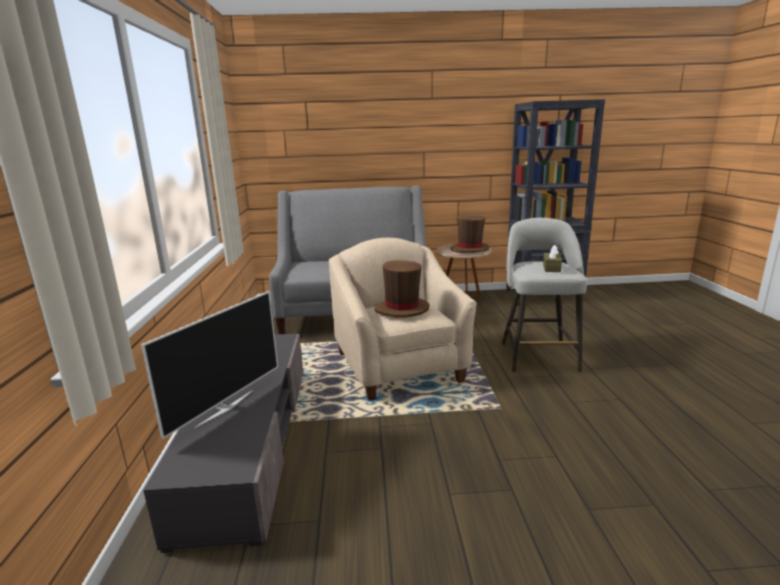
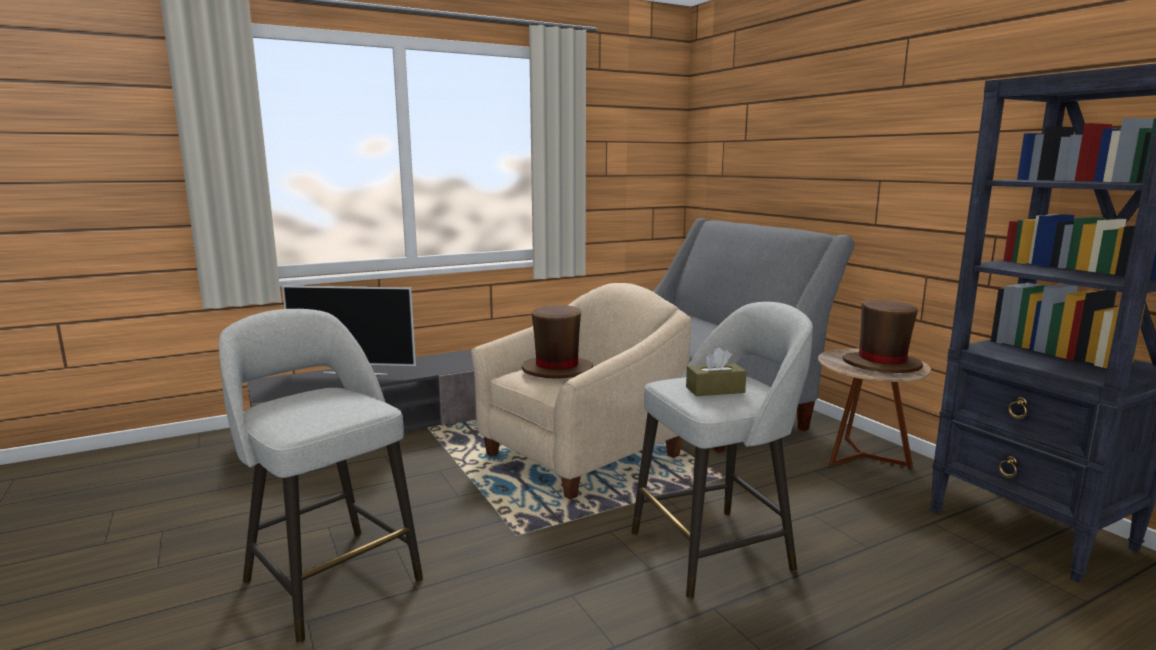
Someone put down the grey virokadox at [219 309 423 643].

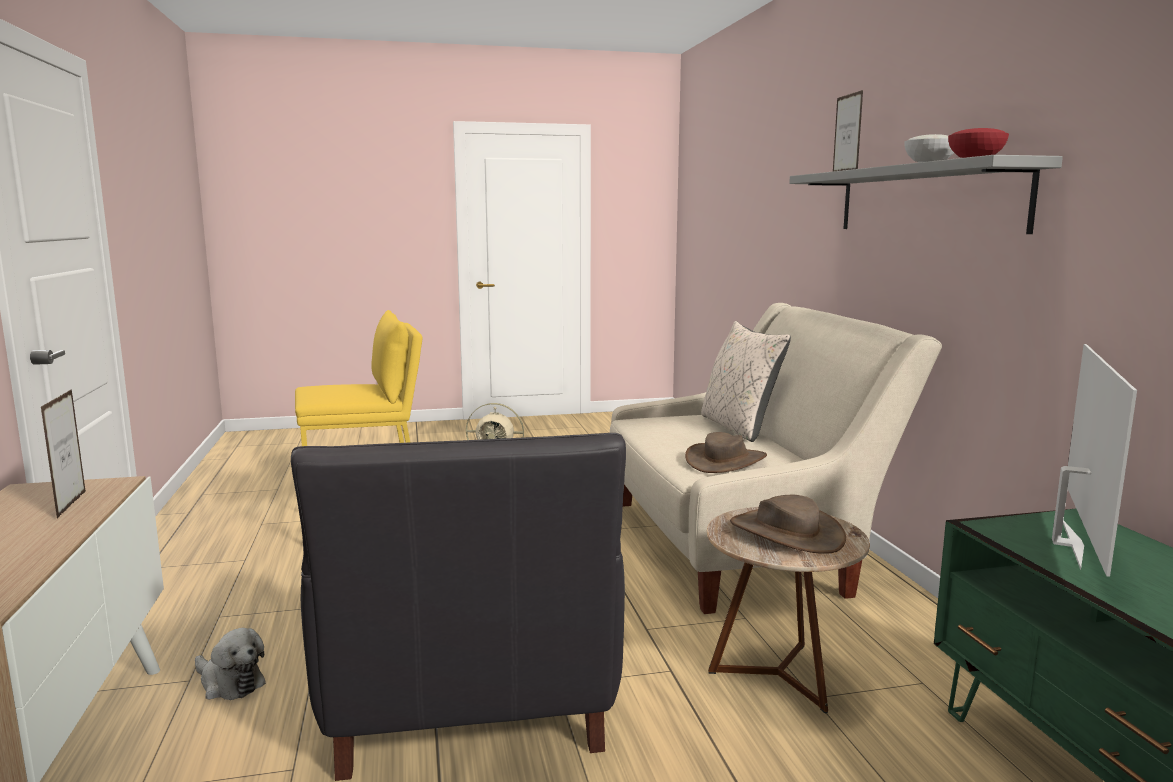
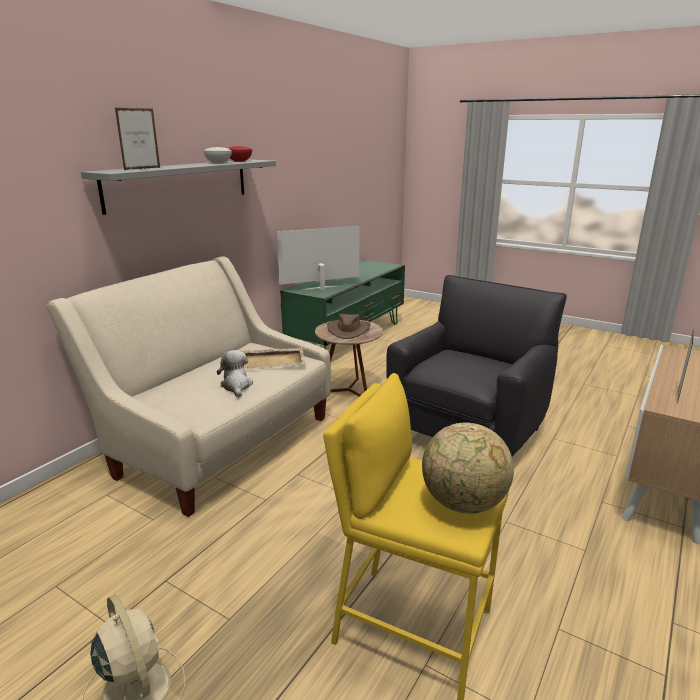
Someone took away the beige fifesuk at [701 321 791 442]. Someone swapped the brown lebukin at [685 432 767 473] for the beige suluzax at [243 348 305 370]. Someone carried the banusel from [195 628 266 700] to [217 350 253 397]. Someone put down the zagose at [422 422 514 514].

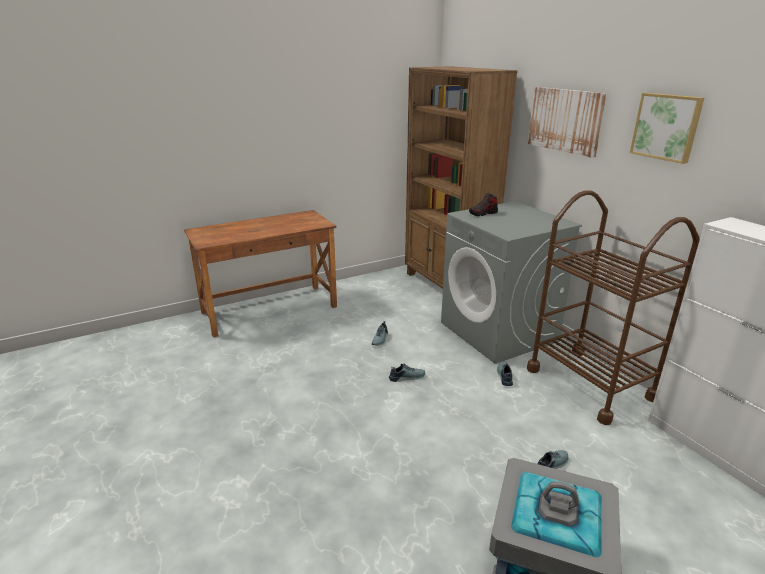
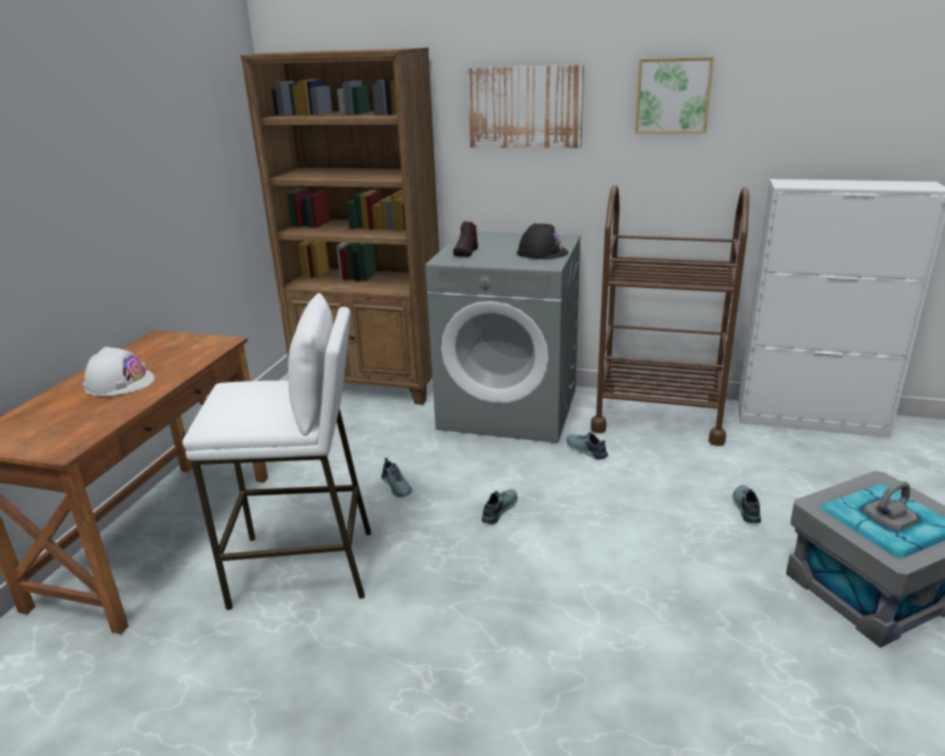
Someone put down the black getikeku at [517 223 569 259]. Someone put down the white virokadox at [182 293 371 610]. Someone put down the white getikeku at [83 347 155 396].

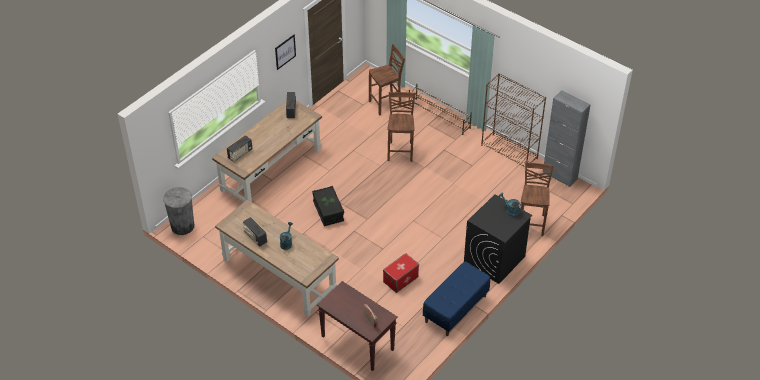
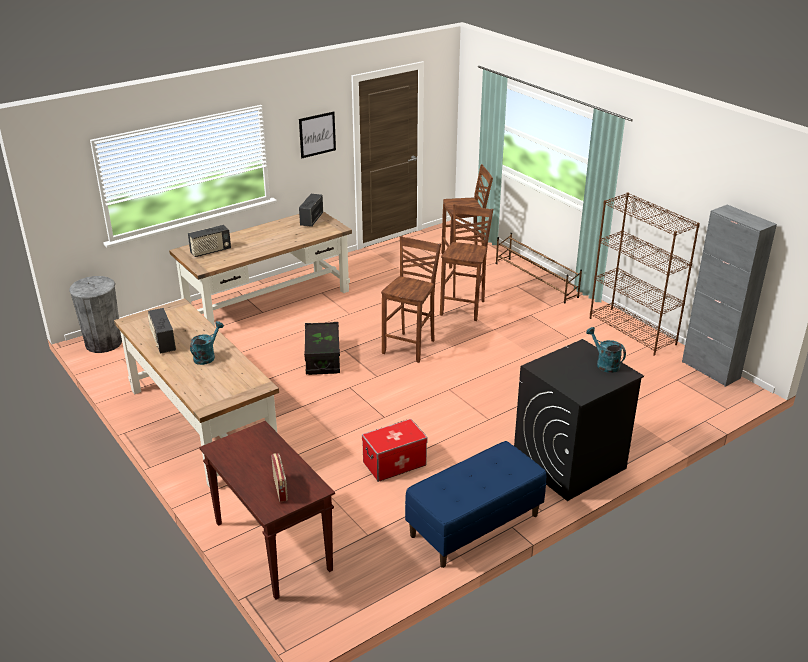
Someone carried the brown virokadox from [520 162 554 236] to [381 236 441 363].

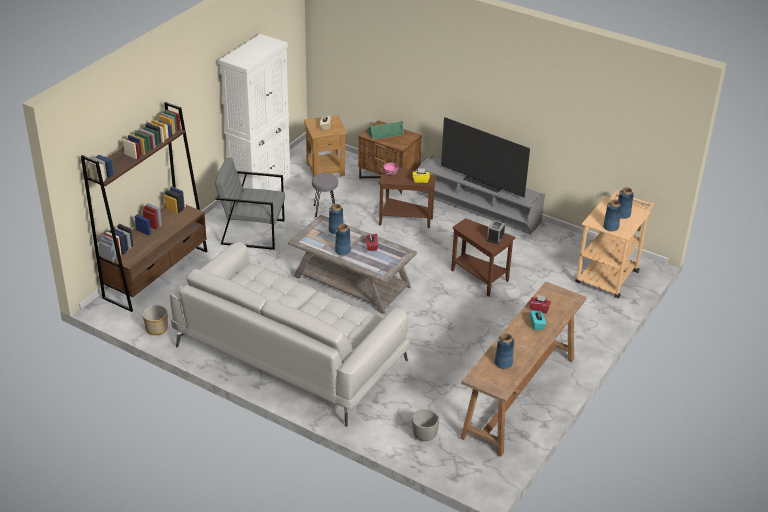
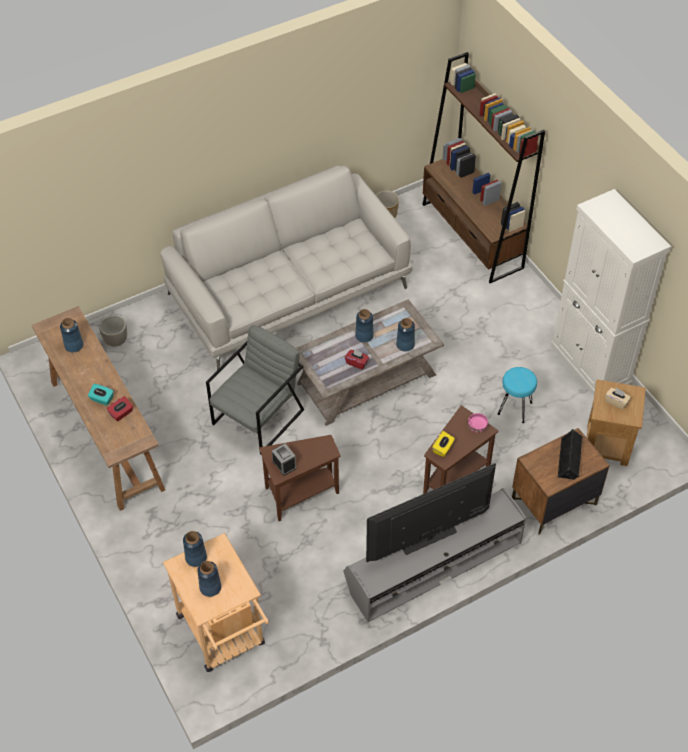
Someone repainted the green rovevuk at [368 121 404 140], which became the black rovevuk at [558 429 583 480]. Someone carried the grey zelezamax from [215 158 285 250] to [206 325 304 455]. Someone repainted the grey virokadox at [312 173 338 217], which became the turquoise virokadox at [498 367 537 423].

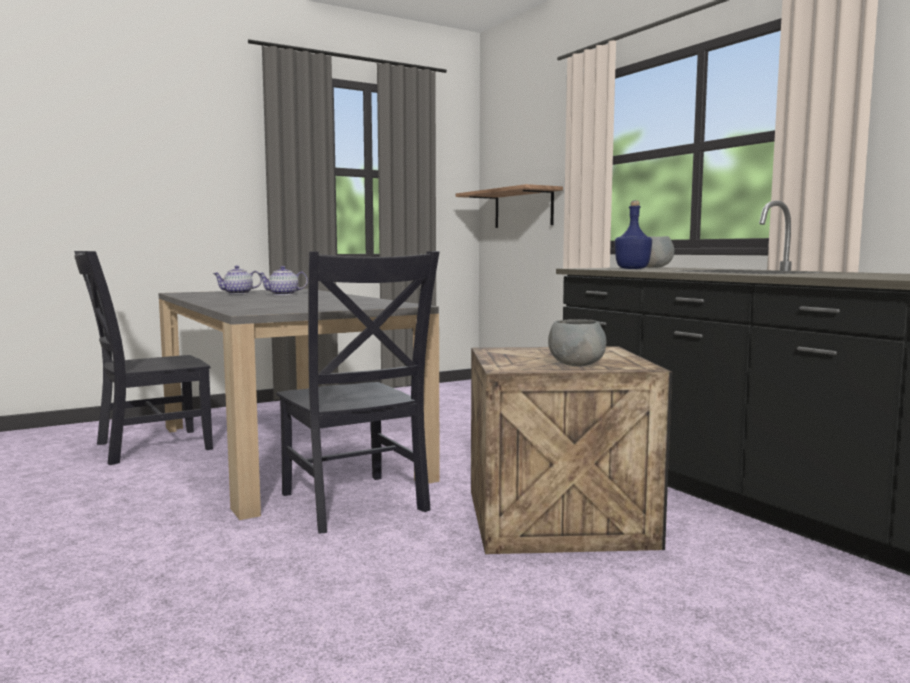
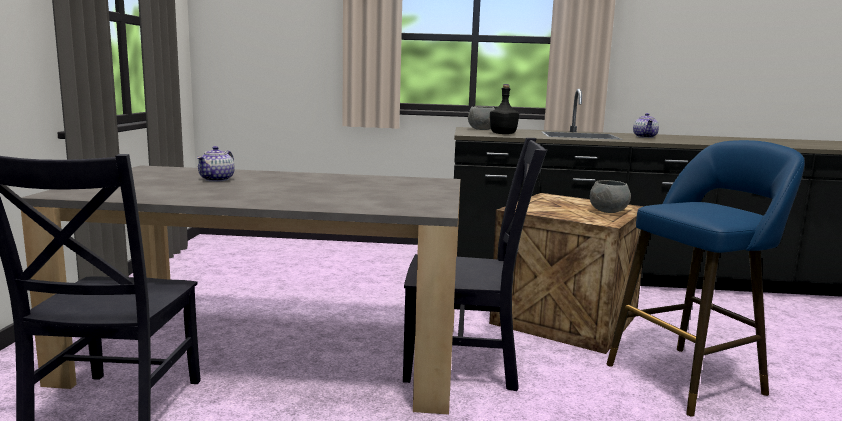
Someone took away the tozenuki at [456 184 563 228]. Someone repainted the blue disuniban at [615 201 652 269], which became the black disuniban at [490 84 519 134]. Someone carried the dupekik from [213 266 262 294] to [633 113 659 138]. Someone put down the blue virokadox at [607 140 805 417].

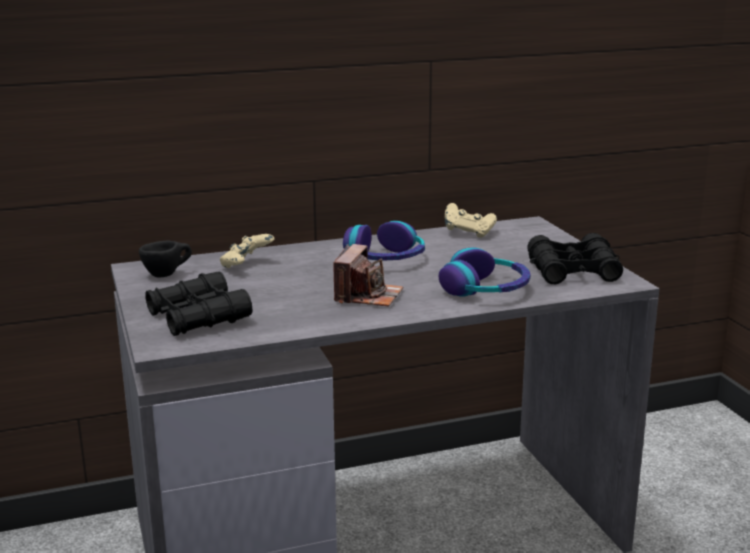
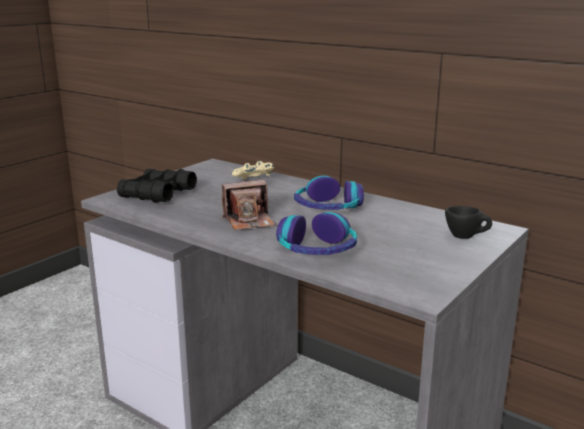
Someone took away the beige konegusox at [445 203 497 238]. Someone took away the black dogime at [527 233 623 284]. Someone carried the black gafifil from [139 240 192 278] to [445 206 492 239].

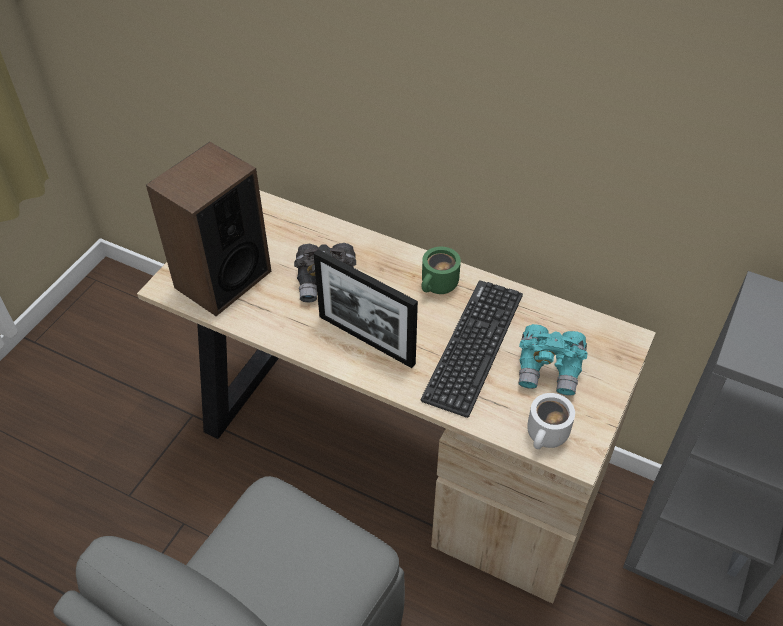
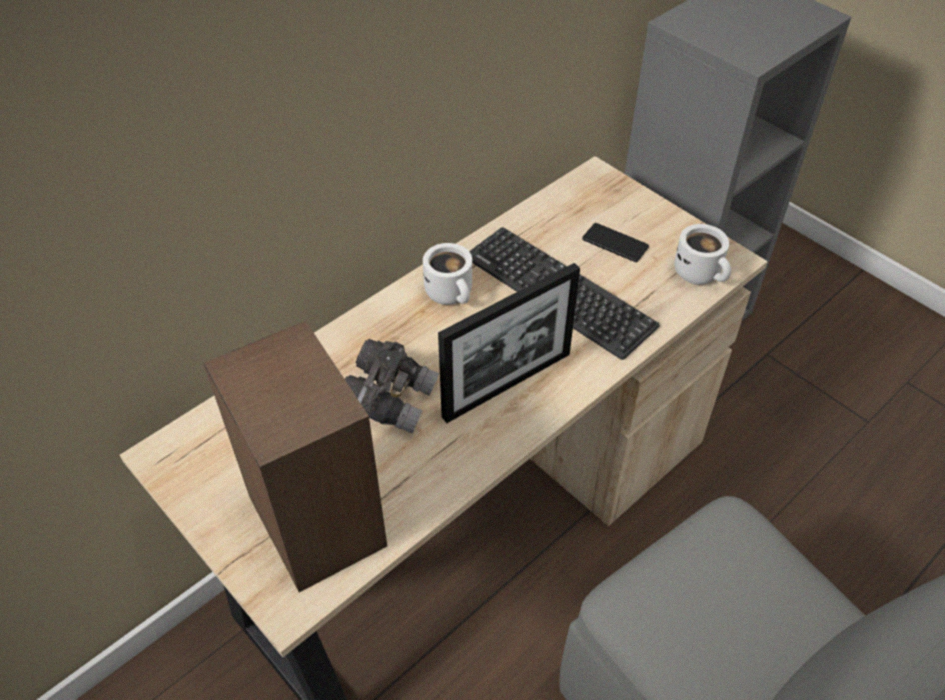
Someone repainted the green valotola at [422 247 461 294], which became the white valotola at [423 243 472 305]. Someone swapped the turquoise dogime at [519 324 588 395] for the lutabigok at [582 223 649 262].

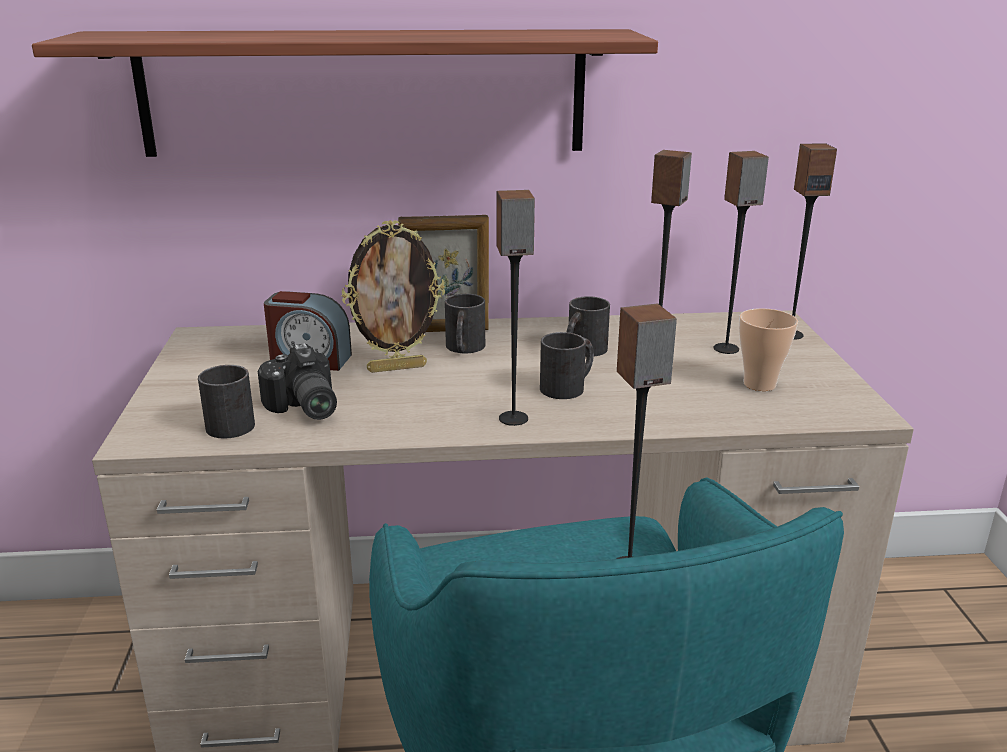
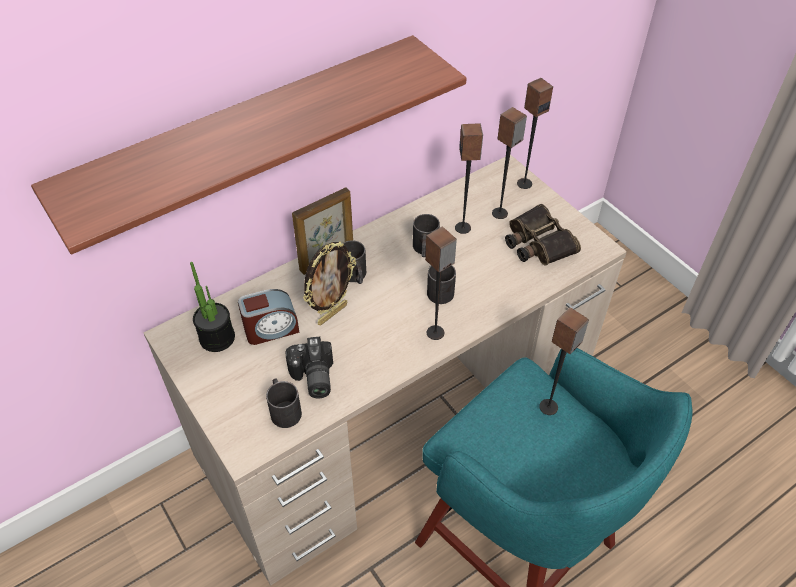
Someone swapped the gafifil at [739 308 798 391] for the dogime at [505 204 581 265]. Someone rotated the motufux at [258 343 337 420] by 45 degrees clockwise. Someone put down the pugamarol at [190 262 235 352].

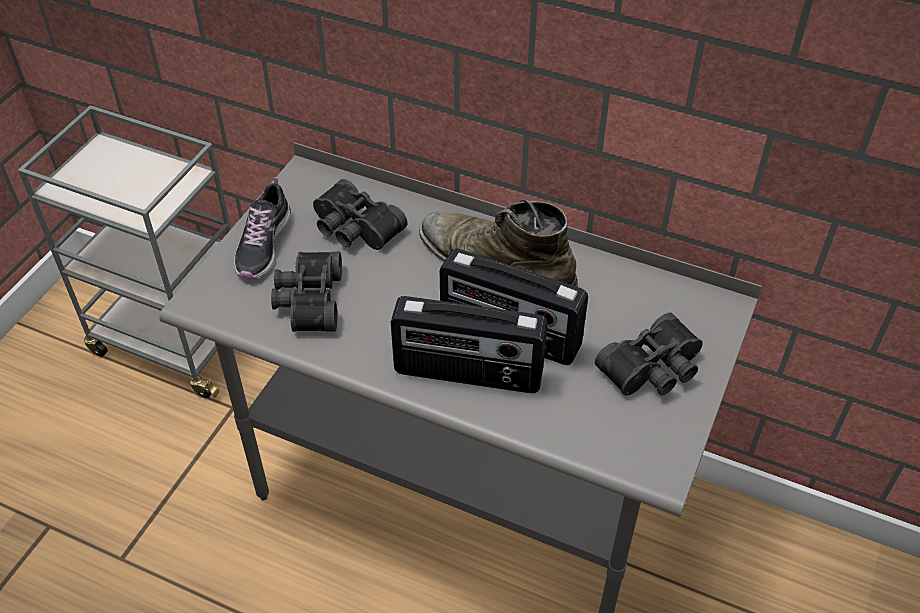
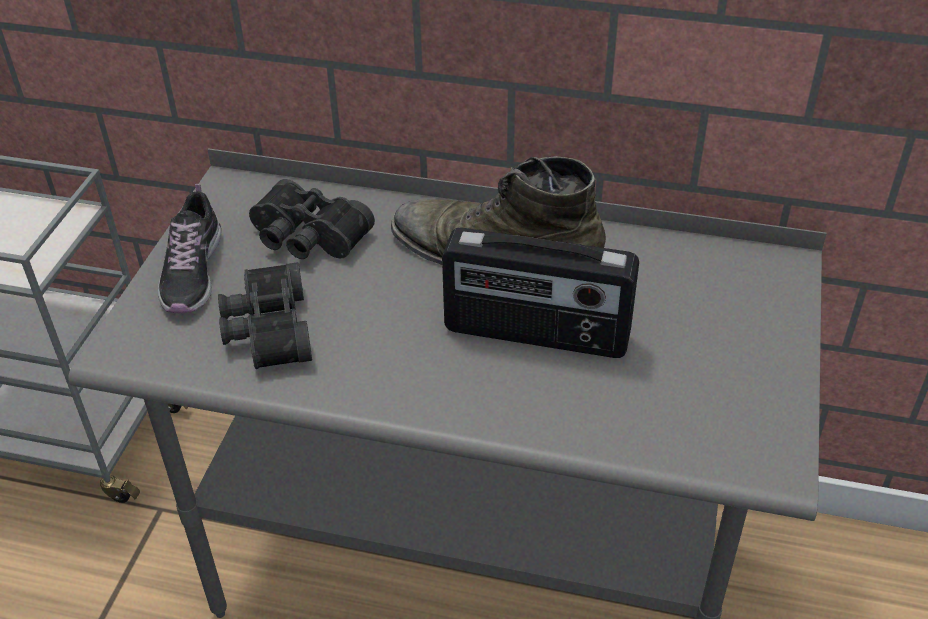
Someone took away the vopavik at [391 296 548 393]. Someone took away the black dogime at [595 313 703 396].

